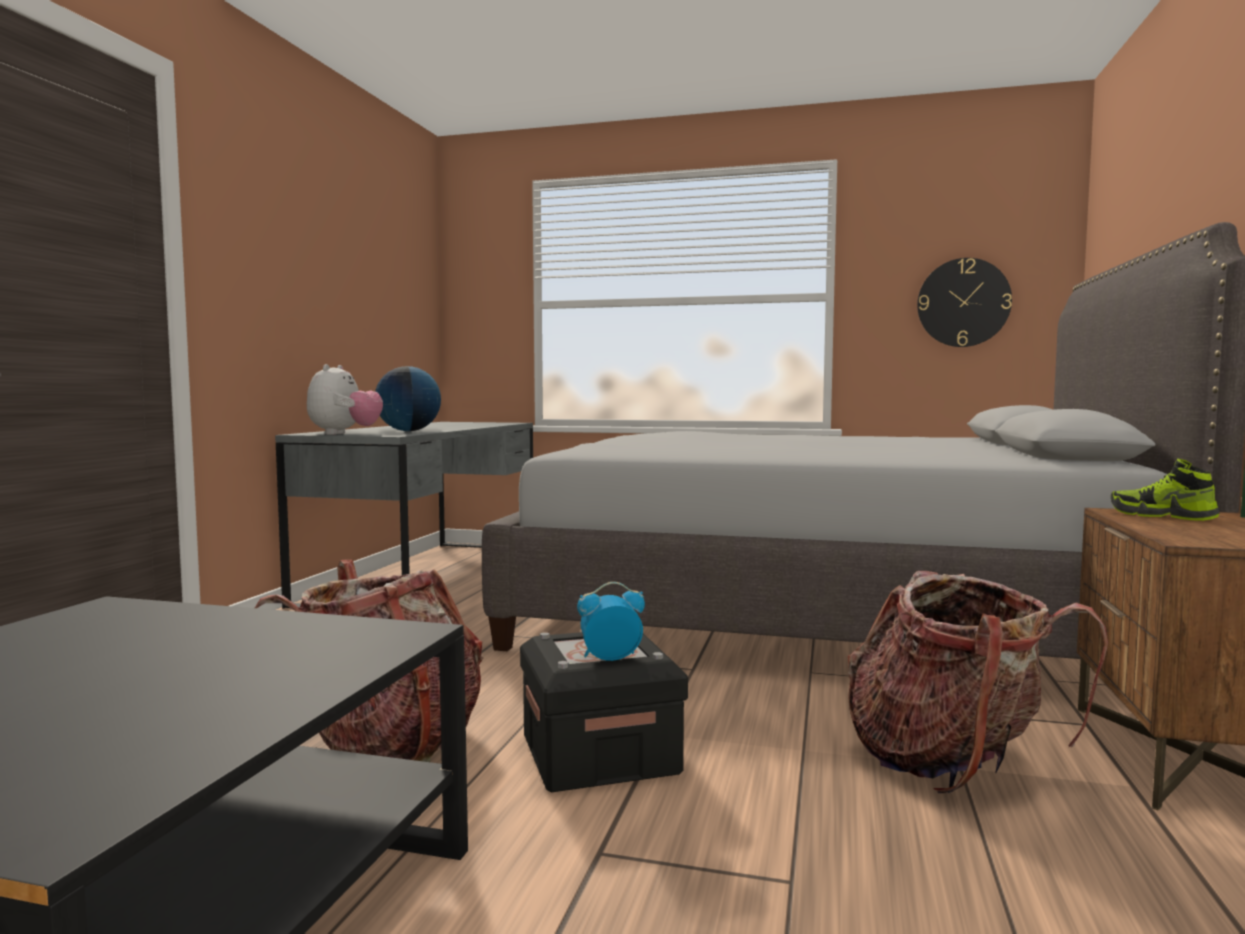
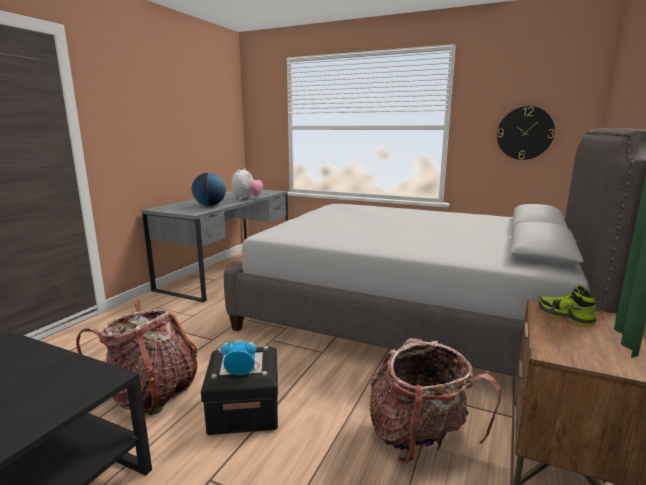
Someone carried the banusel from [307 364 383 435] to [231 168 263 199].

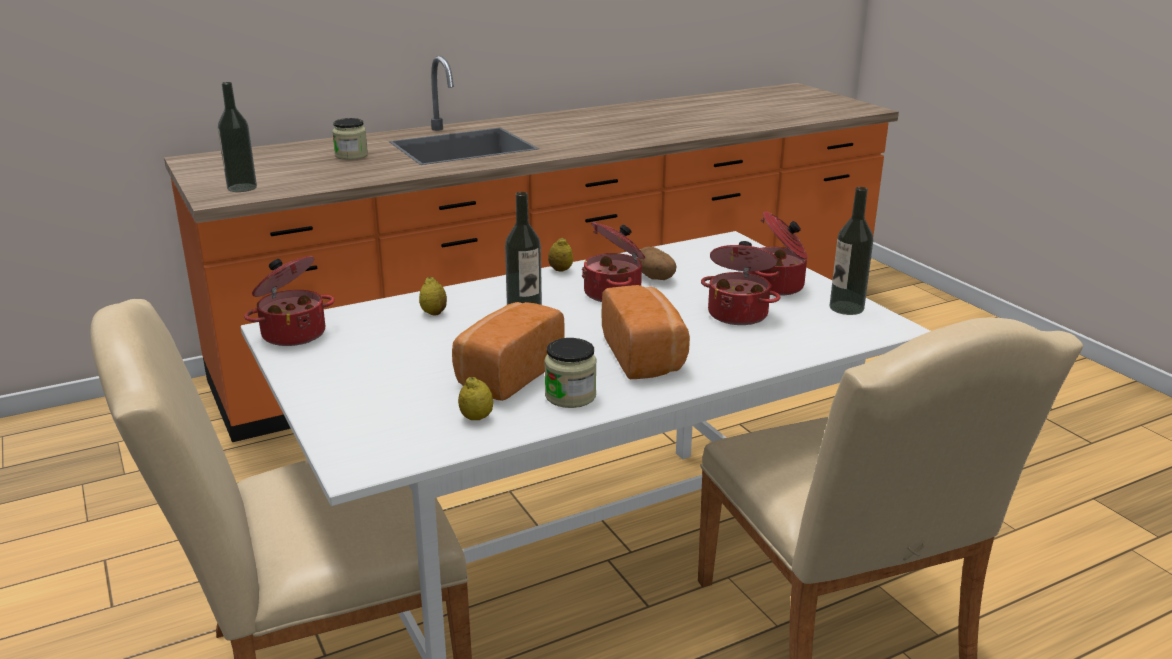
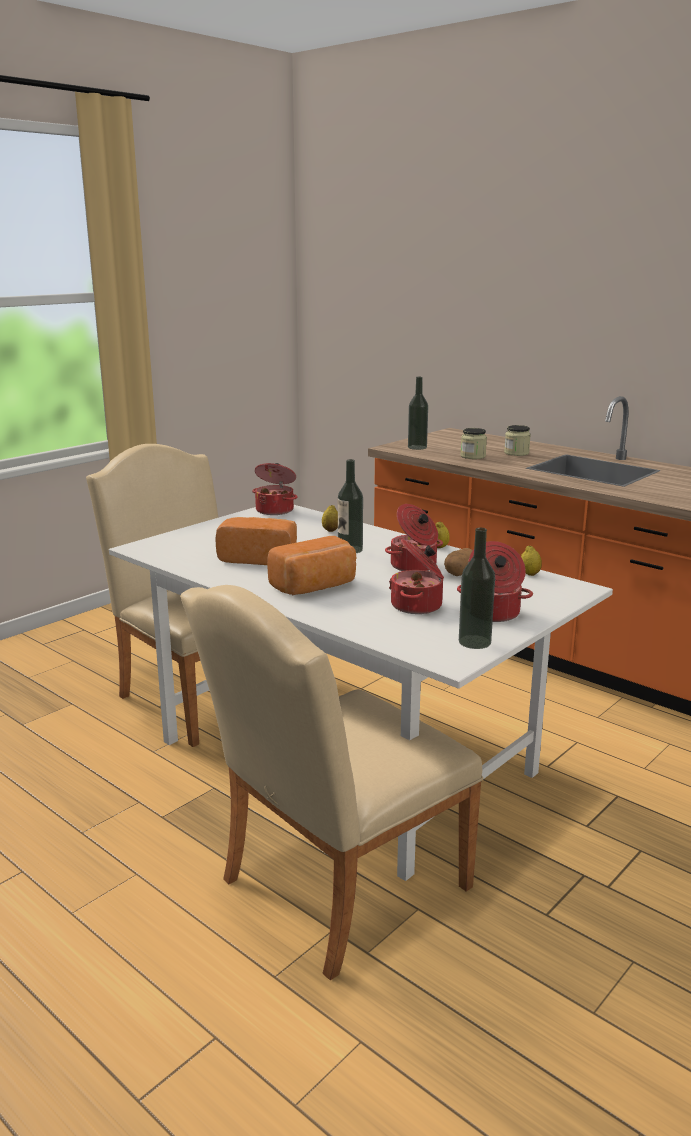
Someone carried the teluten from [544 338 597 408] to [461 428 487 459]. Someone carried the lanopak from [458 377 493 420] to [521 546 542 576].

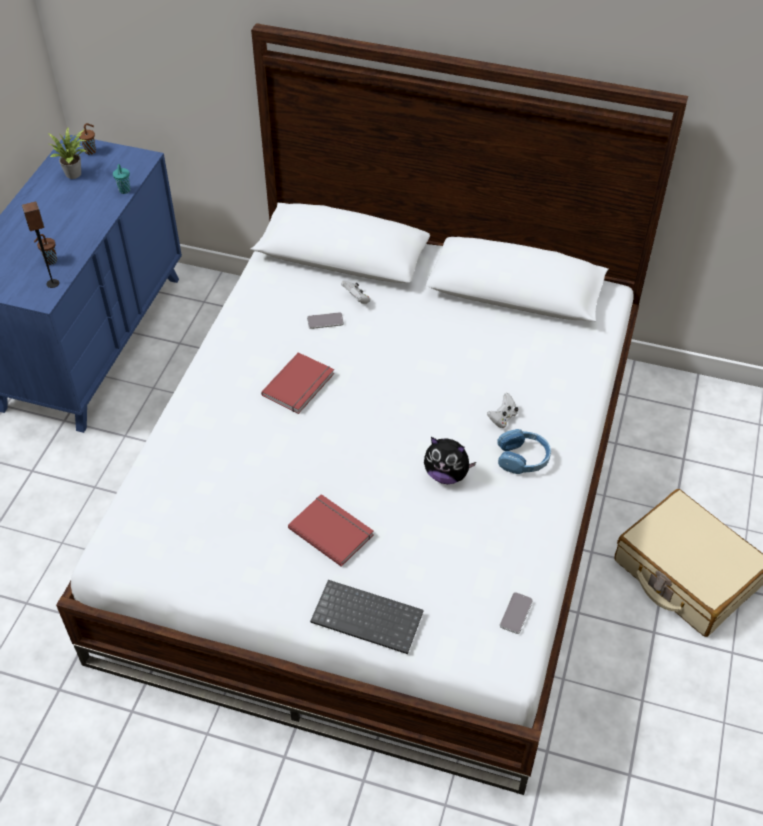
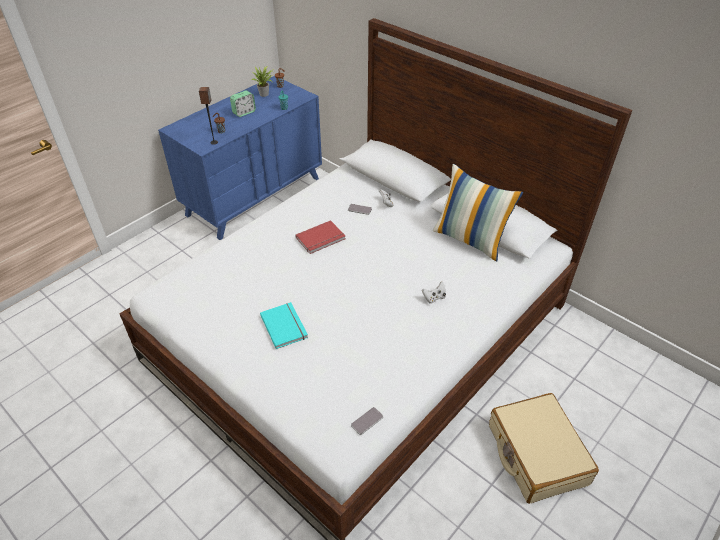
Someone took away the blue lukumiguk at [498 429 551 474]. Someone took away the banusel at [424 437 476 484]. Someone repainted the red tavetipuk at [288 494 374 567], which became the turquoise tavetipuk at [260 302 308 349]. Someone took away the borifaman at [310 580 424 654]. Someone put down the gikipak at [230 90 256 117]. Someone put down the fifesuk at [433 164 523 261].

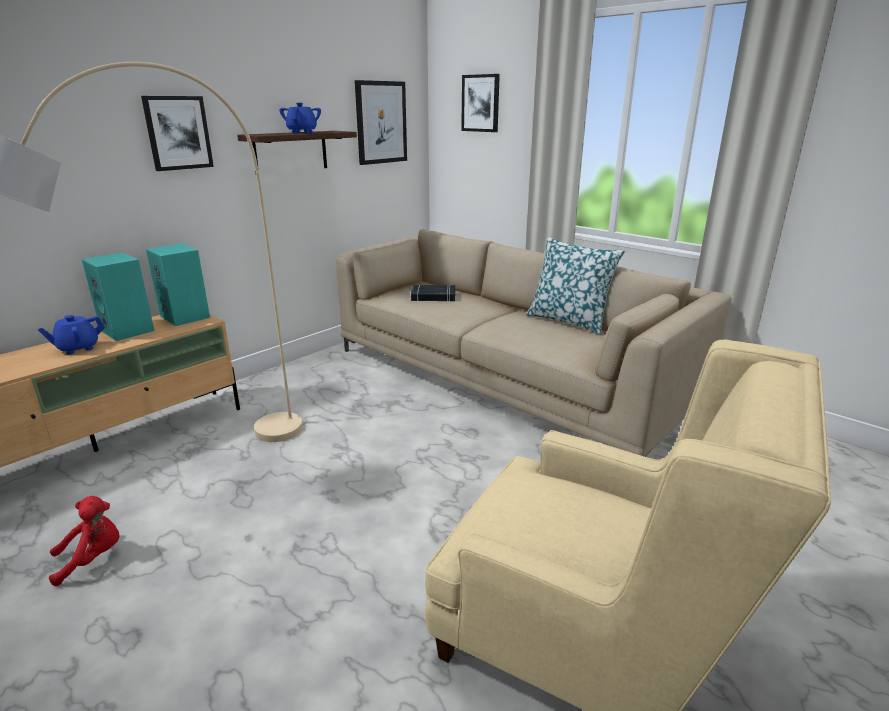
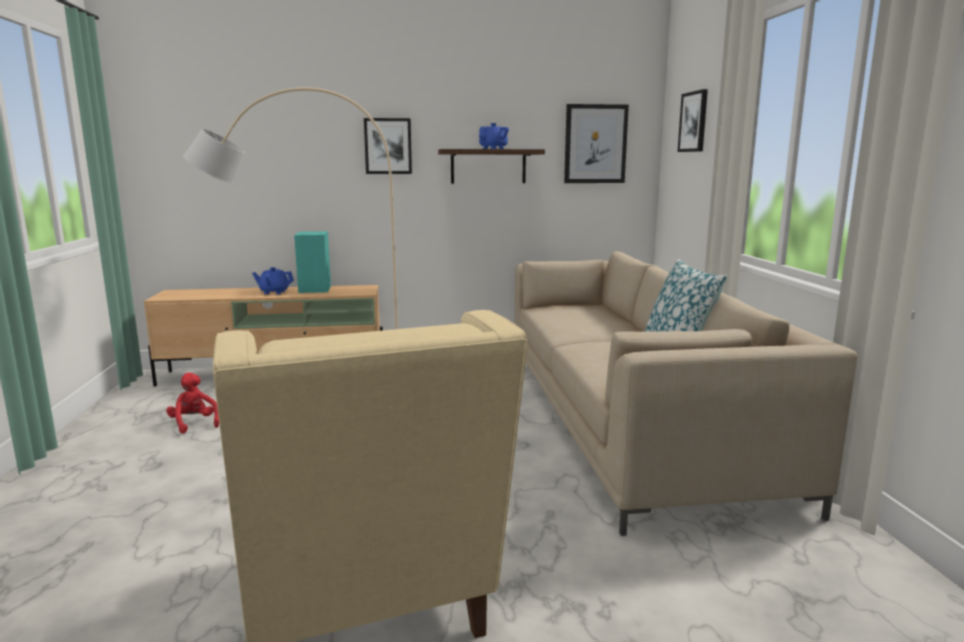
Someone took away the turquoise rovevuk at [146 243 210 326]. Someone took away the black tavetipuk at [411 285 455 302]. Someone rotated the red banusel at [49 496 119 586] by 135 degrees counterclockwise.

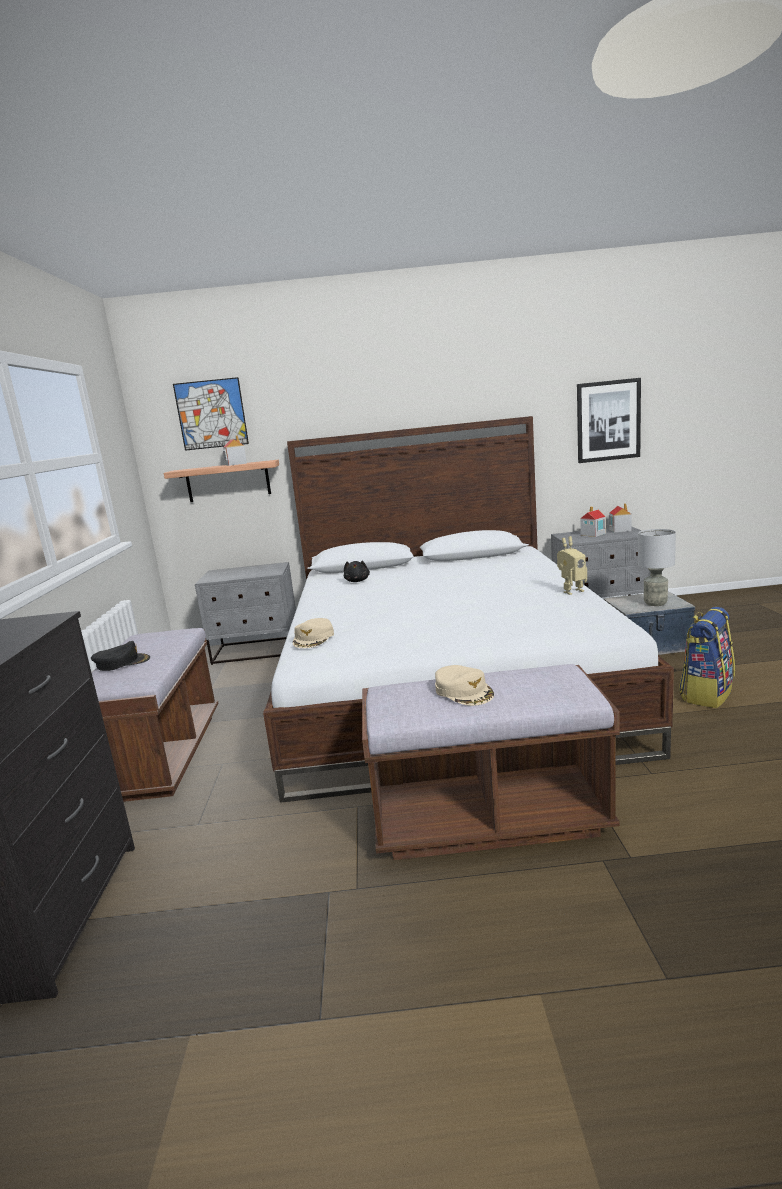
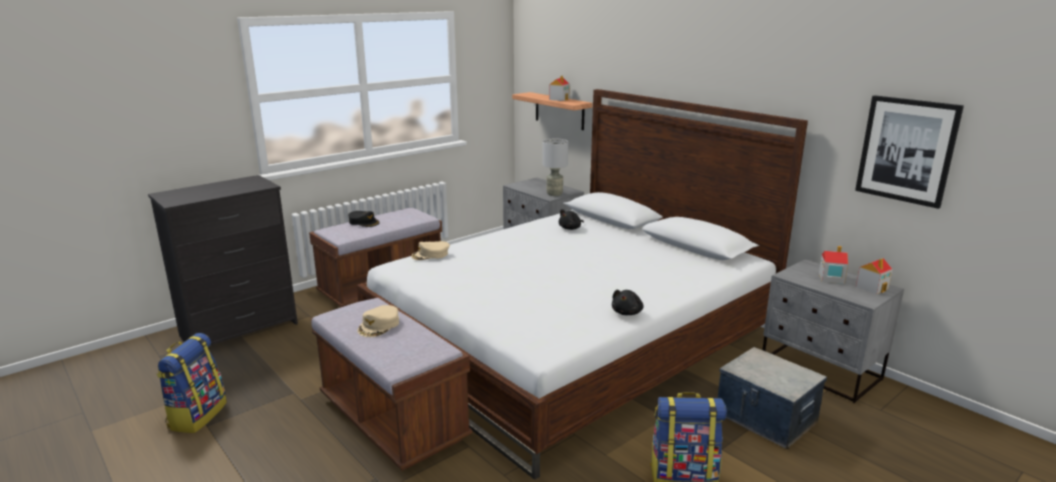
Someone took away the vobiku at [173 377 249 451]. Someone carried the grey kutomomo from [638 529 676 606] to [542 139 568 196]. Someone swapped the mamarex at [557 536 587 595] for the black banusel at [612 290 644 315]. Someone put down the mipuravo at [156 333 227 433].

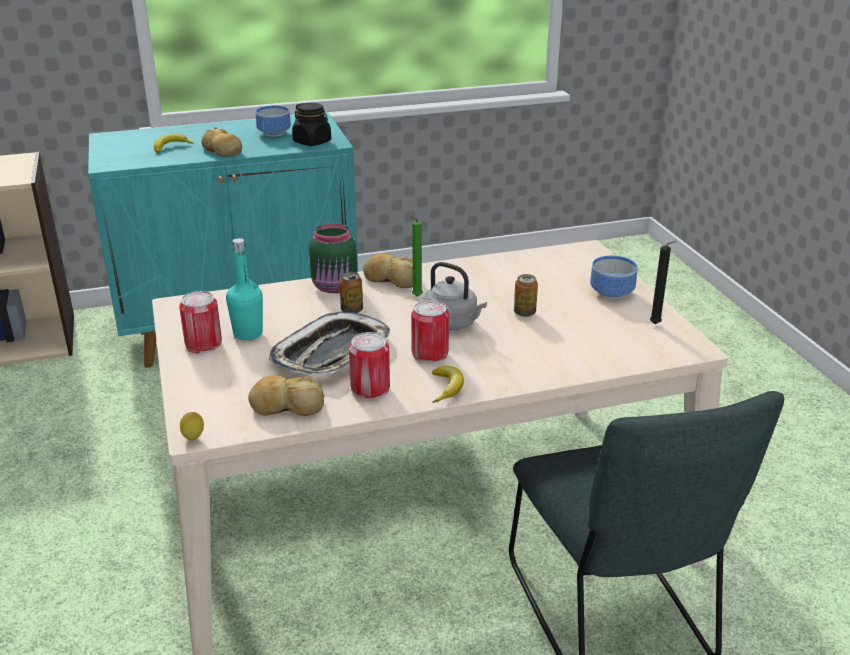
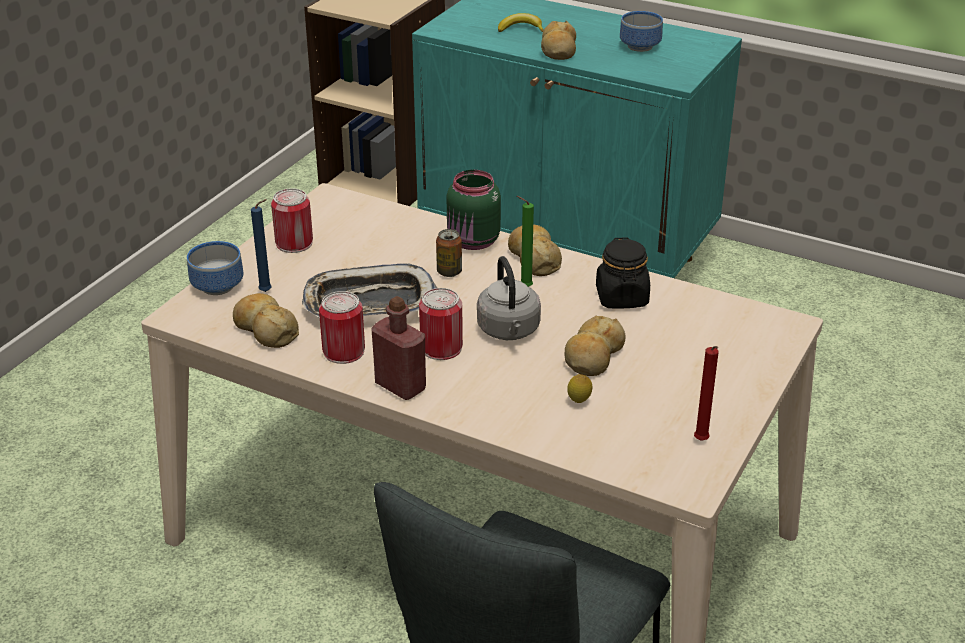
Someone carried the black teluten from [292 103 331 146] to [596 237 650 309]. Someone took away the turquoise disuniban at [226 238 263 340]. Someone repainted the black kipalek at [650 241 677 324], which became the red kipalek at [694 346 719 441]. Someone carried the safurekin from [590 255 638 299] to [187 241 243 295]. Someone swapped the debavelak at [514 274 538 317] for the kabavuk at [565 316 626 376]. Someone swapped the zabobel at [432 366 464 403] for the red disuniban at [372 296 426 400]. Someone carried the lanopak from [180 412 204 440] to [567 374 592 403]. Someone put down the blue kipalek at [251 199 272 292].

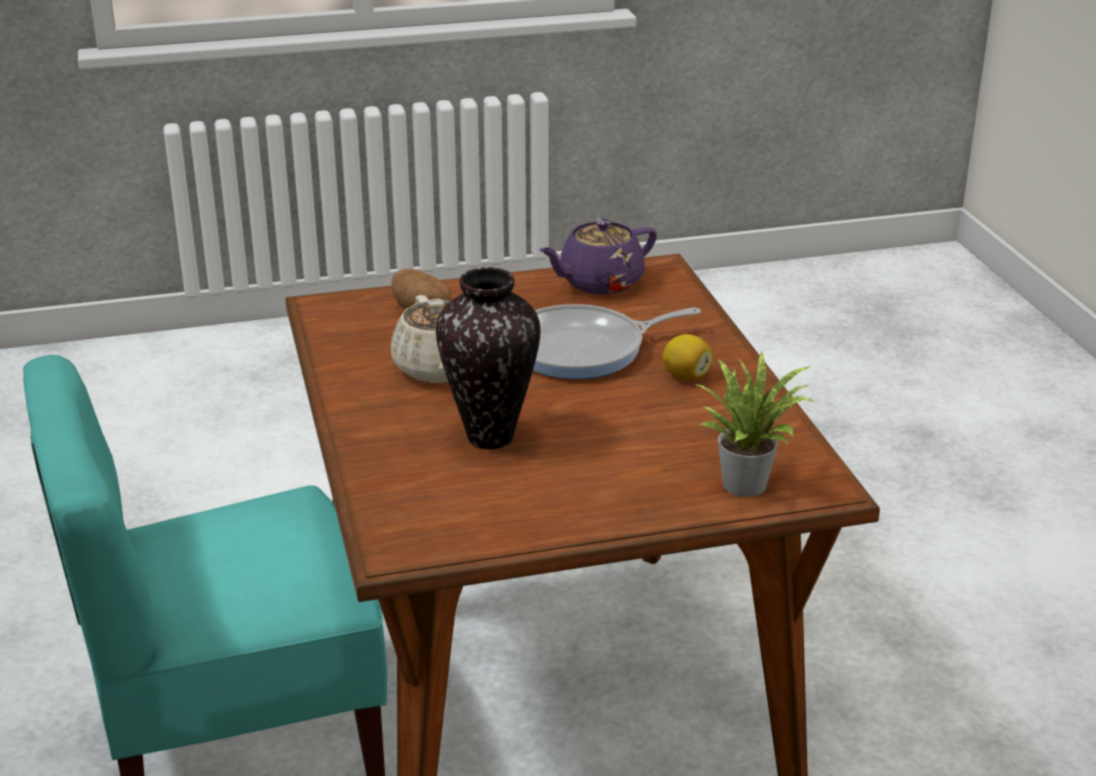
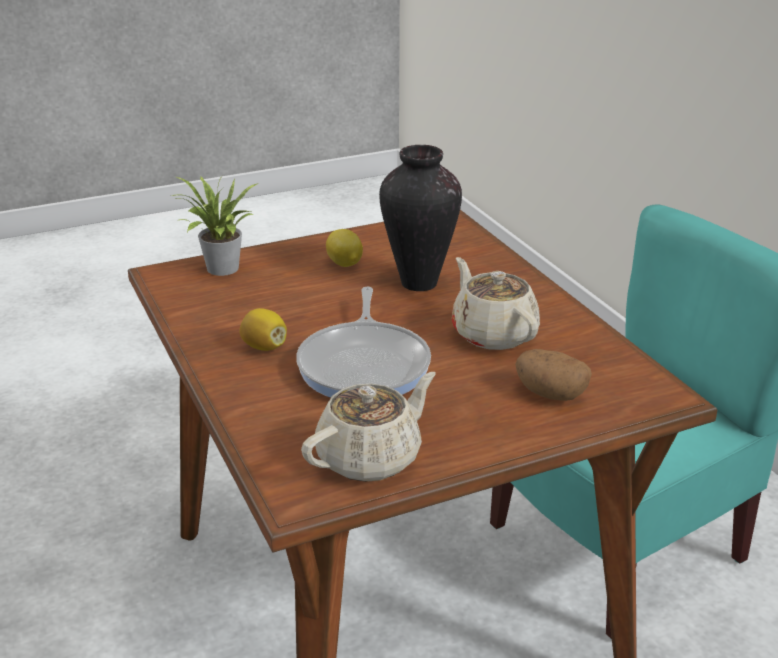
Someone repainted the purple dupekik at [539 219 657 295], which became the beige dupekik at [301 372 436 482]. Someone rotated the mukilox at [533 304 701 379] by 120 degrees clockwise. Someone put down the lanopak at [326 229 363 267].

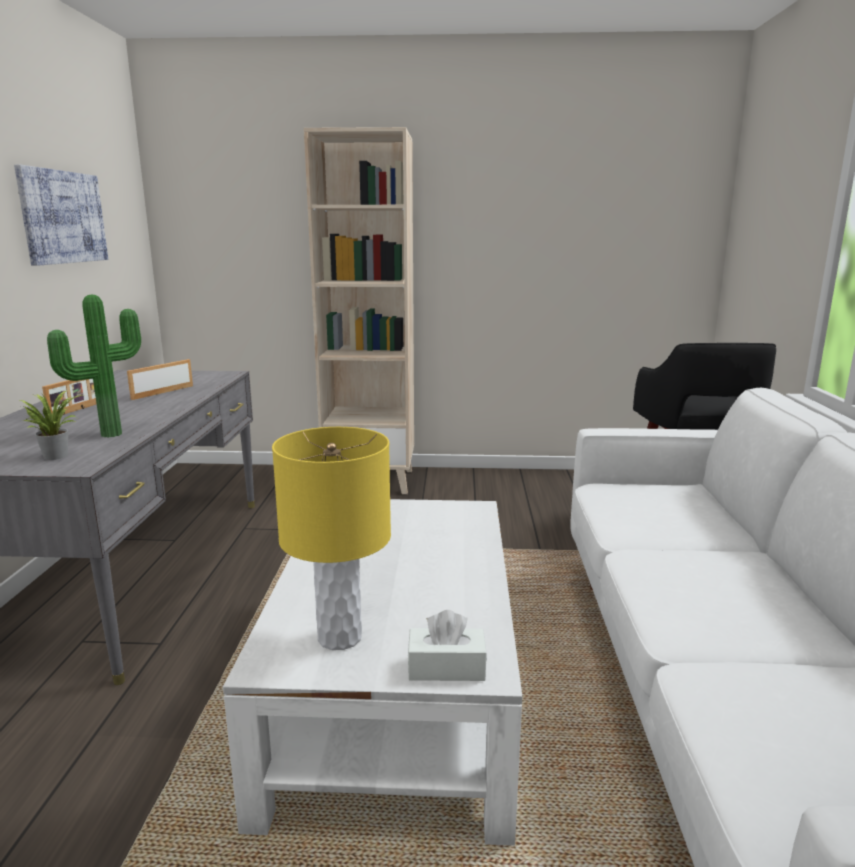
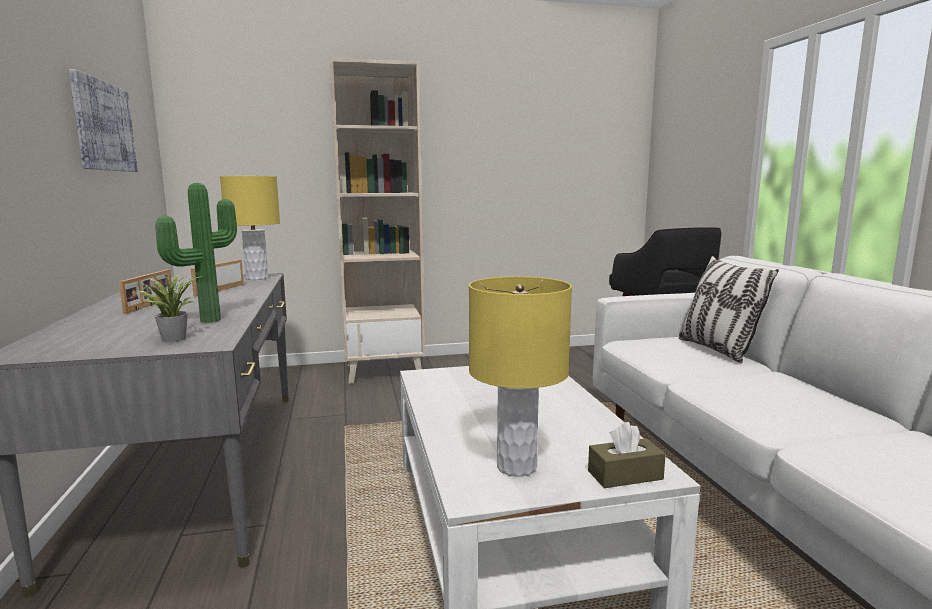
Someone repainted the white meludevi at [408 610 487 681], which became the brown meludevi at [588 422 666 488]. Someone put down the yellow kutomomo at [220 176 280 280]. Someone put down the fifesuk at [679 256 779 363].

